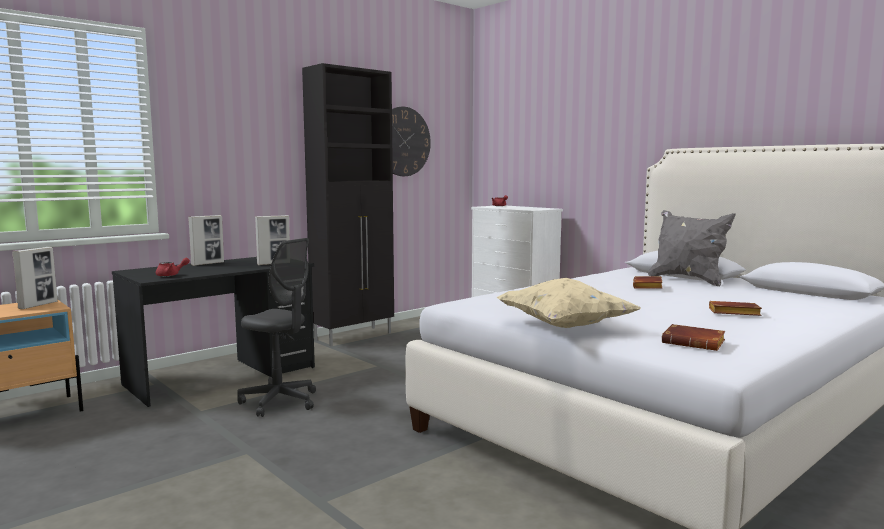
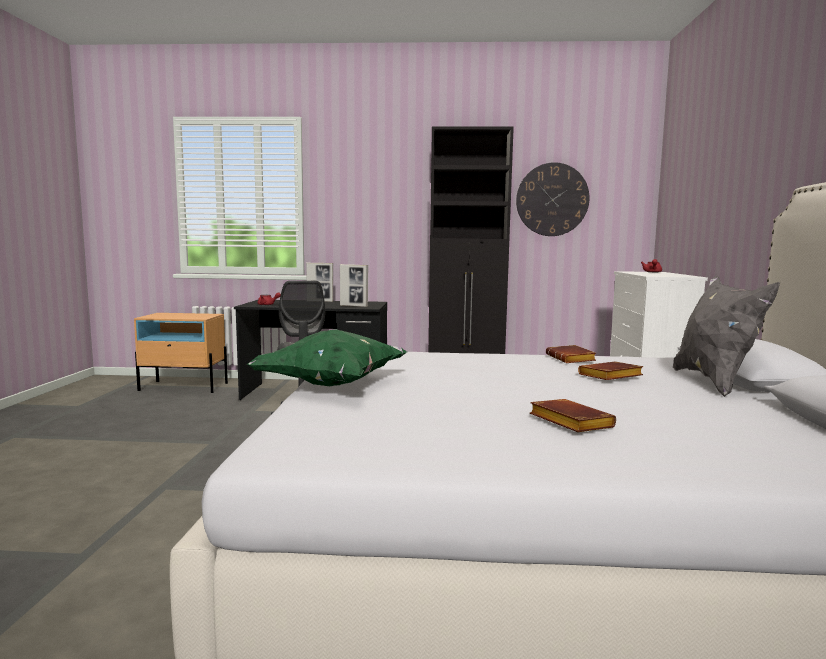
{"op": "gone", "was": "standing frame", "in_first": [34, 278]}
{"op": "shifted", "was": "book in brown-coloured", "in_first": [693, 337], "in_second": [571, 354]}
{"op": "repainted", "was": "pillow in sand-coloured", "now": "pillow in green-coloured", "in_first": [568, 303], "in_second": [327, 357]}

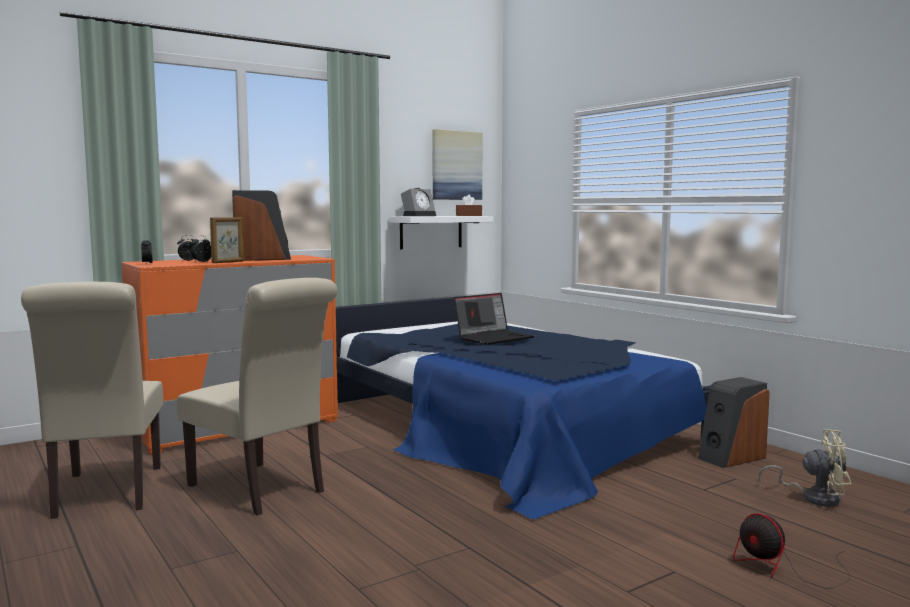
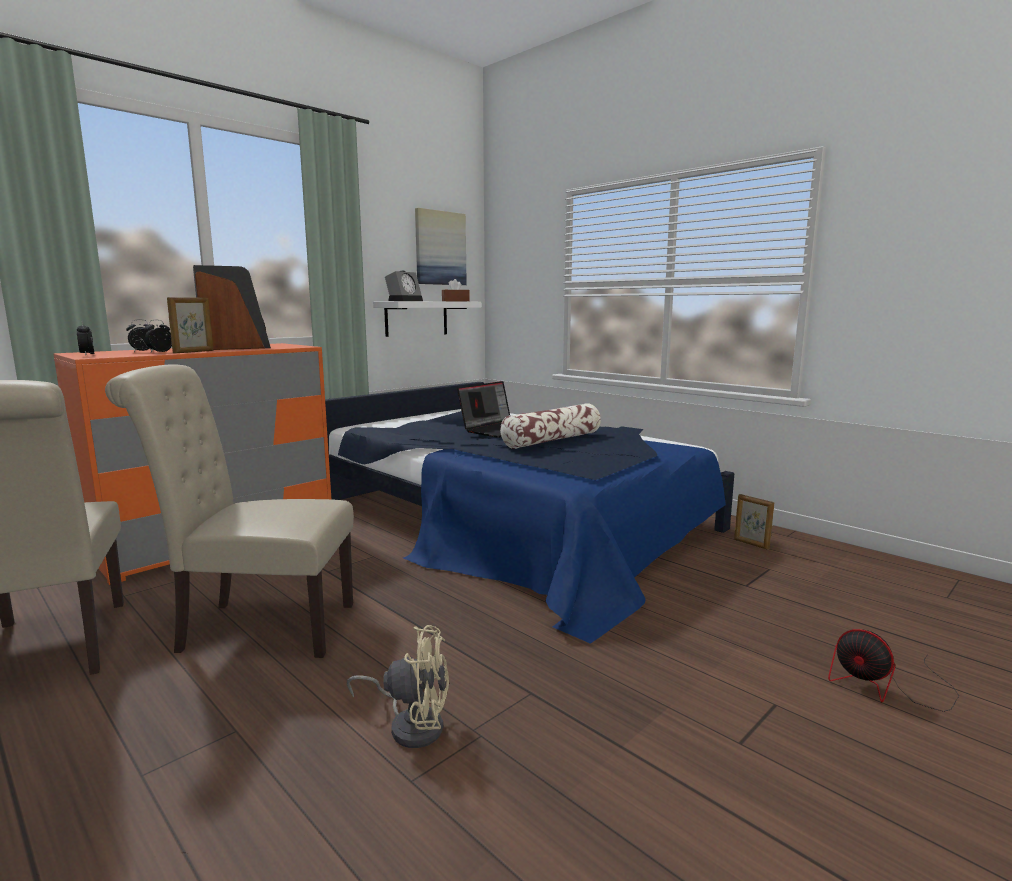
{"op": "new", "now": "pillow", "in_second": [550, 426]}
{"op": "shifted", "was": "cooling fan in sand-coloured", "in_first": [804, 467], "in_second": [397, 686]}
{"op": "swapped", "was": "loudspeaker", "now": "standing frame", "in_first": [734, 422], "in_second": [754, 522]}
{"op": "rotated", "was": "chair in sand-coloured", "in_first": [256, 397], "in_second": [229, 511], "clockwise": 150}

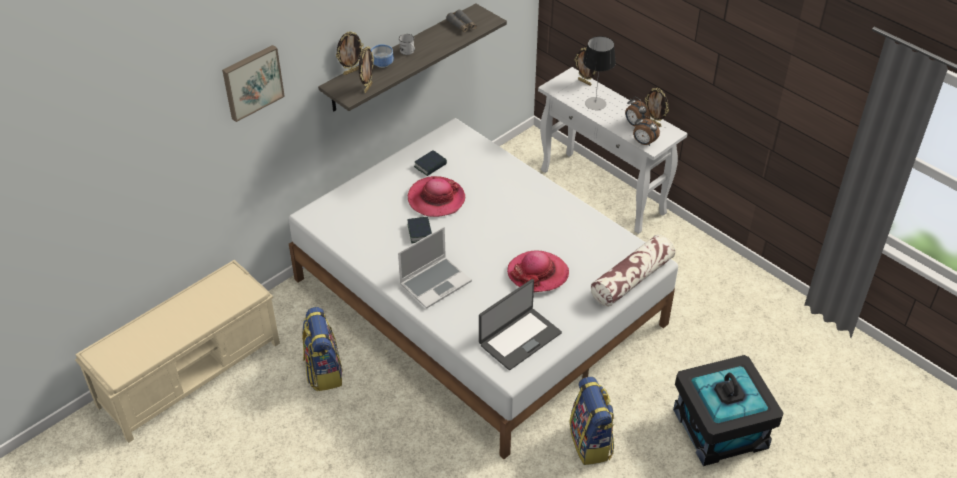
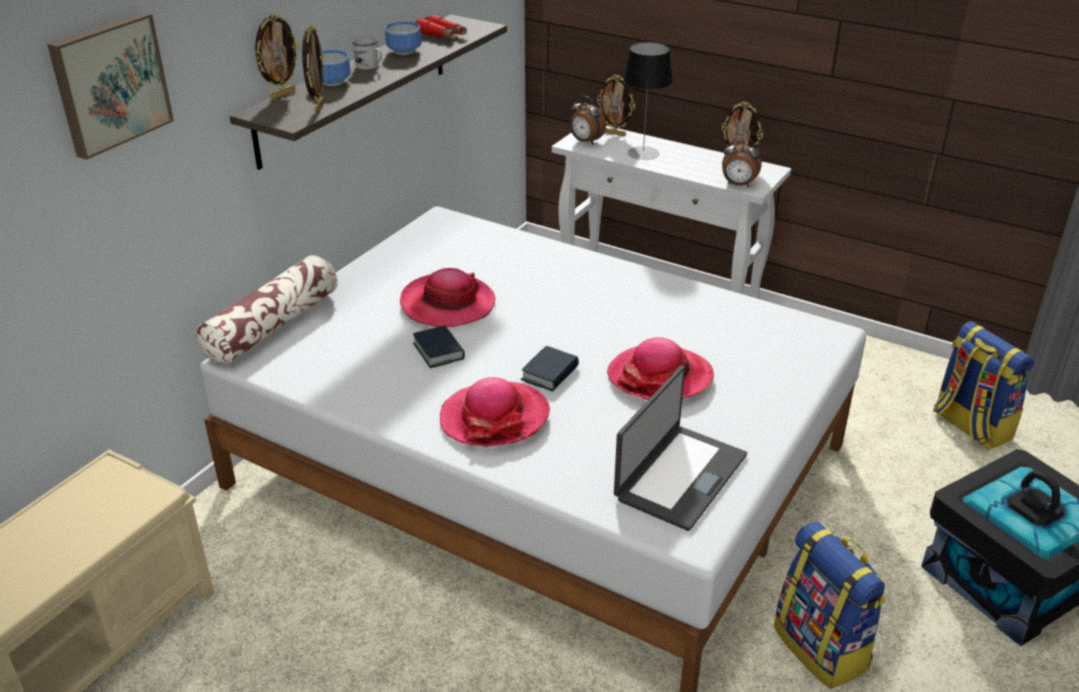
{"op": "new", "now": "serving bowl", "in_second": [403, 38]}
{"op": "shifted", "was": "backpack", "in_first": [322, 349], "in_second": [984, 385]}
{"op": "shifted", "was": "book", "in_first": [430, 163], "in_second": [550, 369]}
{"op": "shifted", "was": "pillow", "in_first": [633, 270], "in_second": [267, 309]}
{"op": "shifted", "was": "table clock", "in_first": [637, 111], "in_second": [587, 120]}
{"op": "swapped", "was": "laptop", "now": "hat", "in_first": [435, 268], "in_second": [495, 412]}
{"op": "repainted", "was": "pair of binoculars in gray", "now": "pair of binoculars in red-coloured", "in_first": [461, 21], "in_second": [441, 26]}

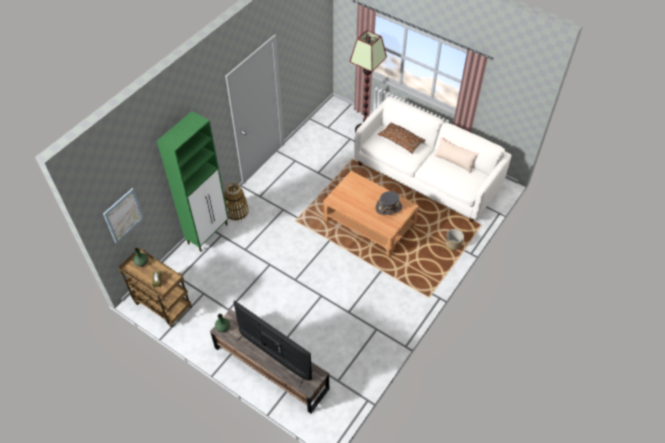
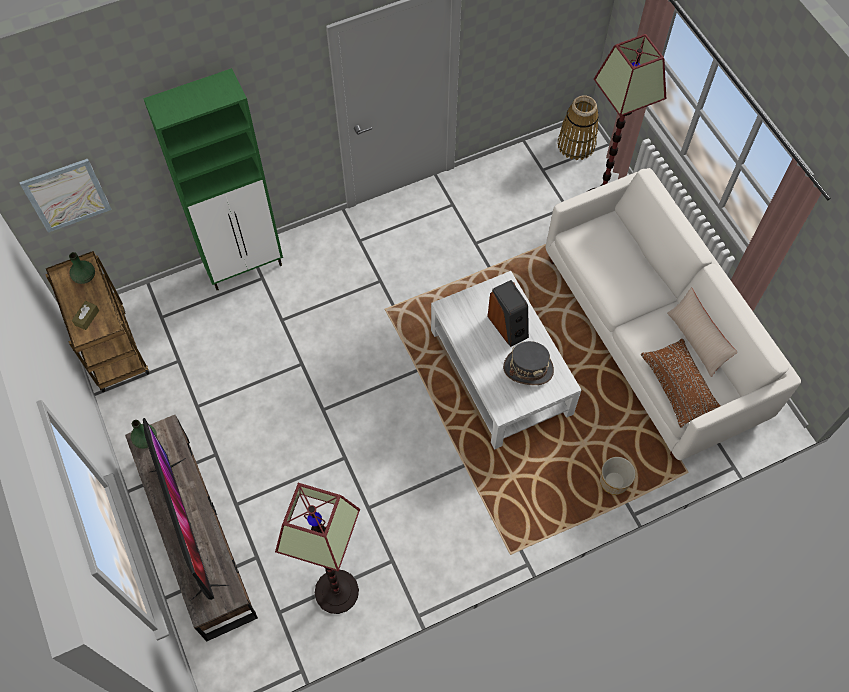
{"op": "new", "now": "floor lamp", "in_second": [317, 548]}
{"op": "new", "now": "loudspeaker", "in_second": [508, 313]}
{"op": "shifted", "was": "storage basket", "in_first": [236, 201], "in_second": [578, 128]}
{"op": "shifted", "was": "pillow in brown-coloured", "in_first": [401, 138], "in_second": [680, 383]}
{"op": "repainted", "was": "low table in brown-coloured", "now": "low table in white-coloured", "in_first": [371, 214], "in_second": [506, 360]}

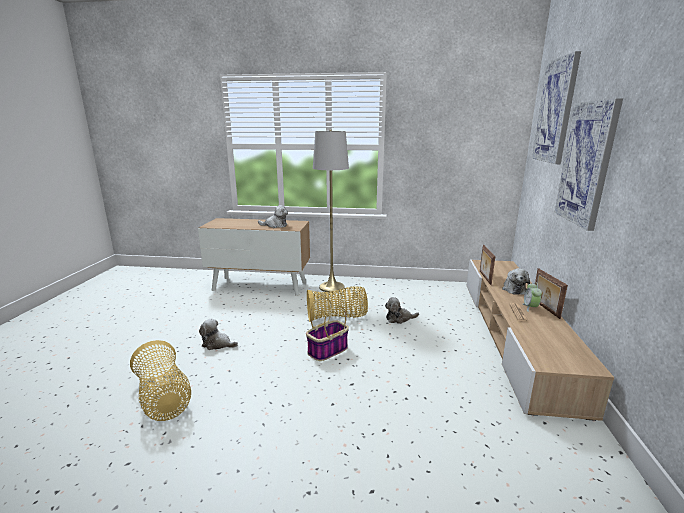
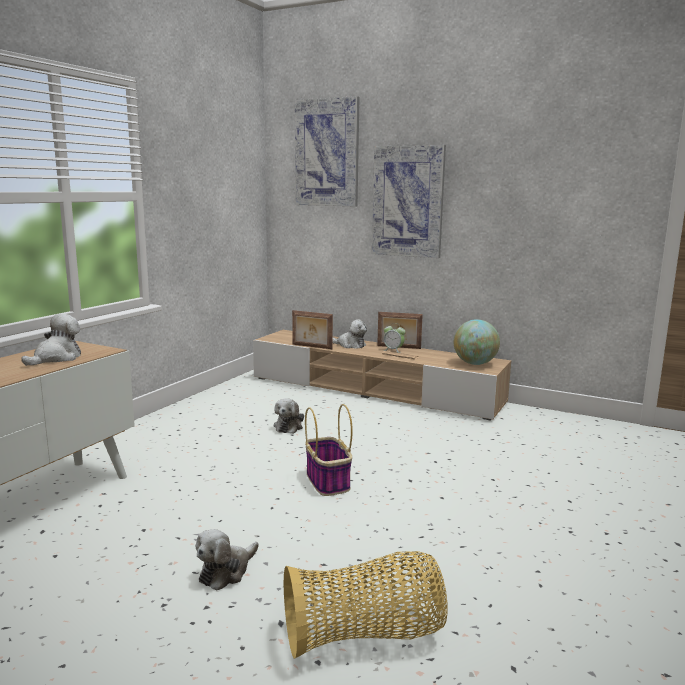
{"op": "gone", "was": "storage basket", "in_first": [337, 304]}
{"op": "gone", "was": "floor lamp in gray", "in_first": [331, 211]}
{"op": "new", "now": "globe", "in_second": [477, 342]}

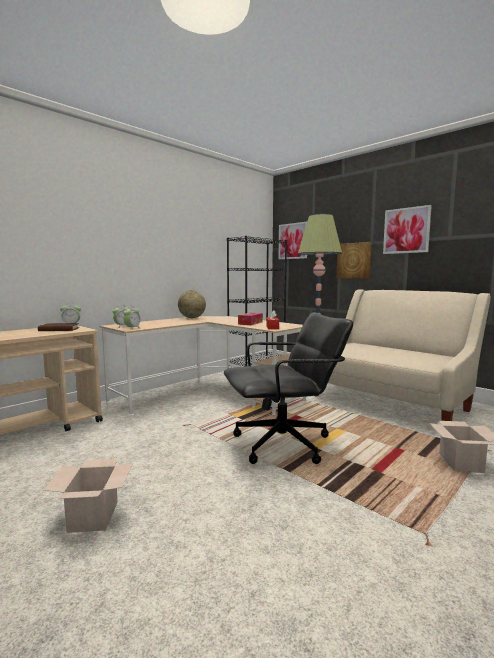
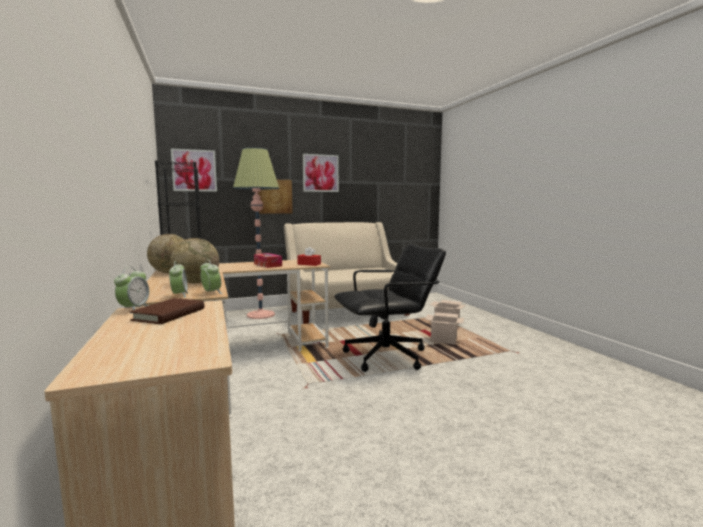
{"op": "new", "now": "globe", "in_second": [194, 260]}
{"op": "shifted", "was": "carton", "in_first": [88, 496], "in_second": [444, 328]}
{"op": "rotated", "was": "desk chair in black-coloured", "in_first": [288, 388], "in_second": [390, 308], "clockwise": 60}

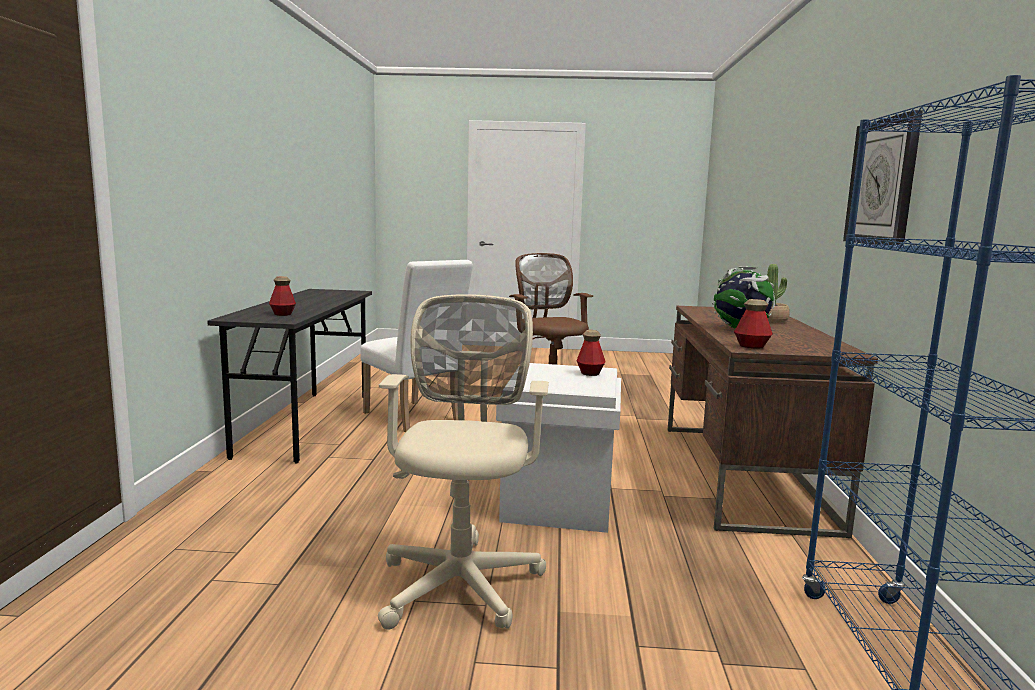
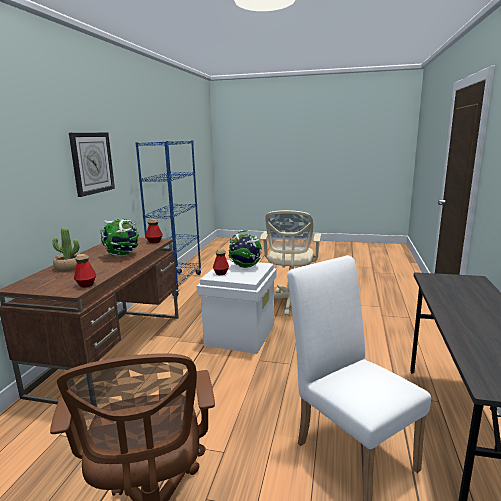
{"op": "new", "now": "globe", "in_second": [245, 249]}
{"op": "shifted", "was": "beverage bottle", "in_first": [282, 296], "in_second": [85, 271]}

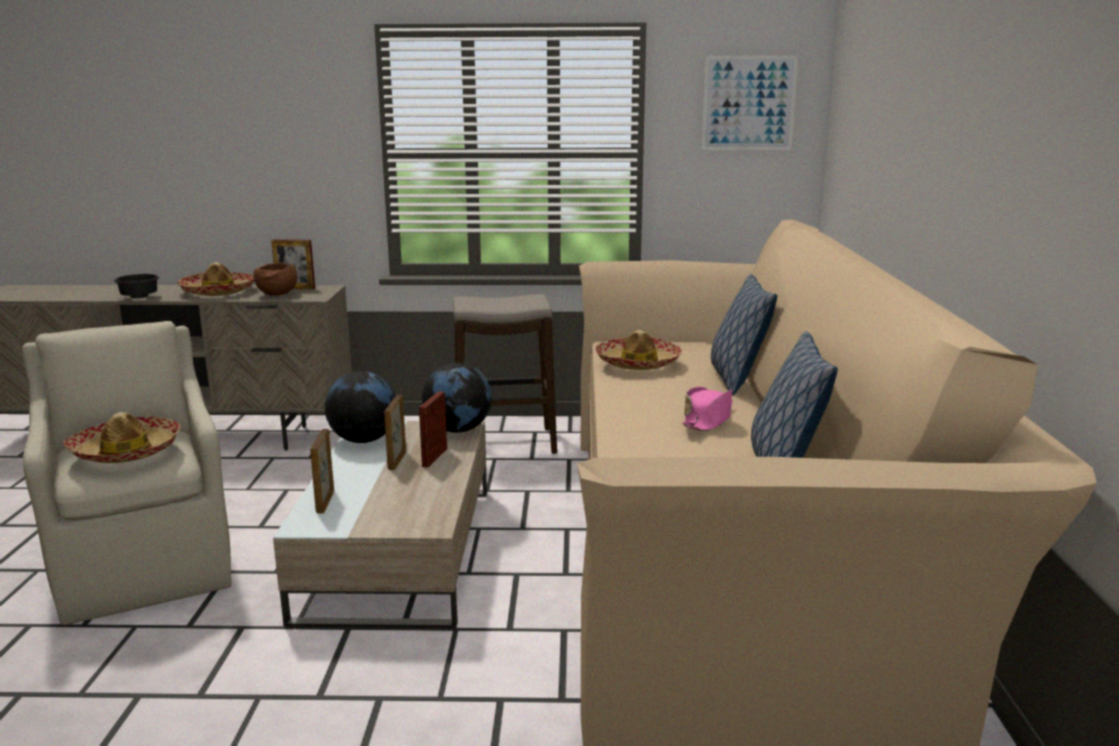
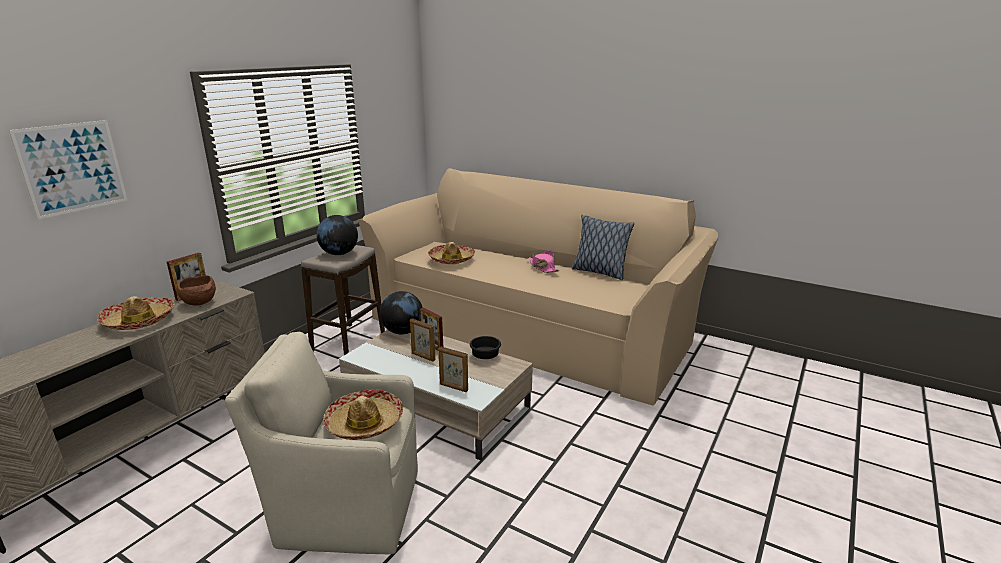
{"op": "gone", "was": "pillow", "in_first": [744, 334]}
{"op": "shifted", "was": "serving bowl in black-coloured", "in_first": [136, 286], "in_second": [485, 347]}
{"op": "shifted", "was": "globe", "in_first": [360, 407], "in_second": [337, 235]}
{"op": "shifted", "was": "wall picture", "in_first": [750, 102], "in_second": [68, 169]}

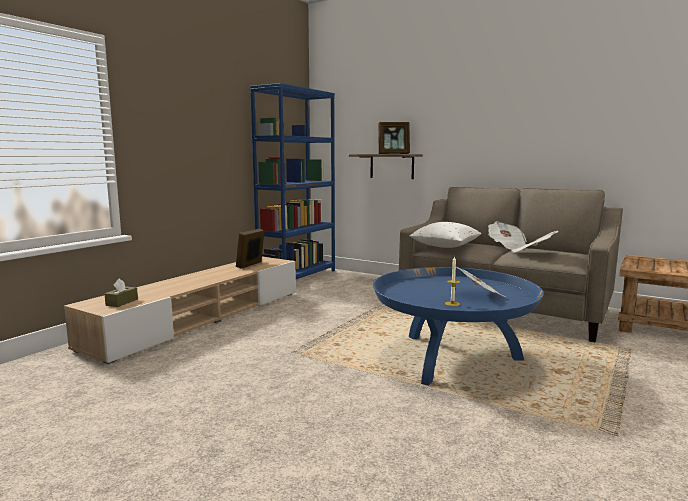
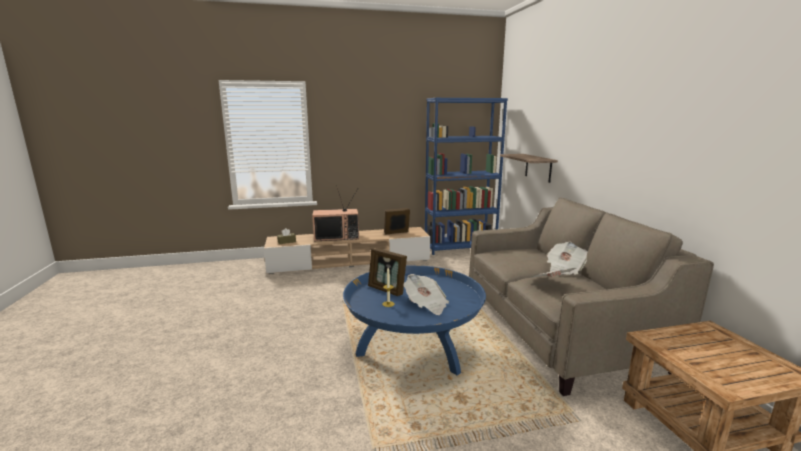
{"op": "gone", "was": "pillow in white-coloured", "in_first": [445, 235]}
{"op": "new", "now": "TV", "in_second": [335, 213]}
{"op": "shifted", "was": "standing frame", "in_first": [394, 138], "in_second": [387, 272]}

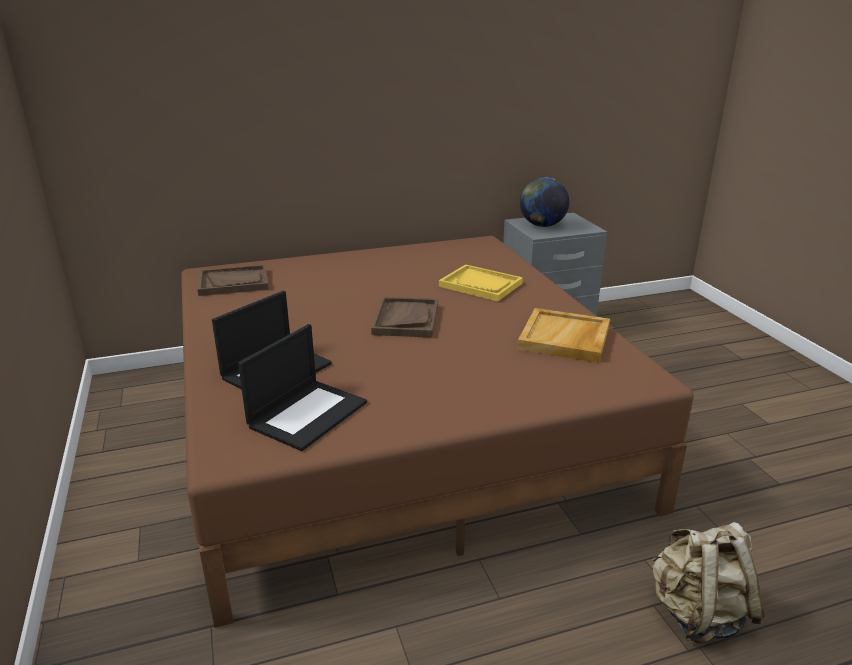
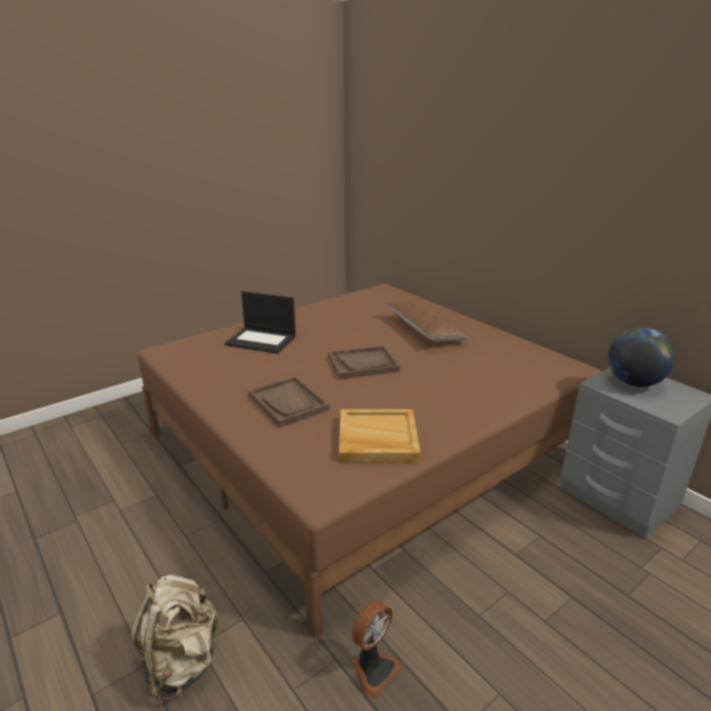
{"op": "gone", "was": "laptop", "in_first": [302, 387]}
{"op": "gone", "was": "carrying tray in yellowish", "in_first": [481, 282]}
{"op": "new", "now": "cooling fan", "in_second": [377, 649]}
{"op": "new", "now": "pillow in brown-coloured", "in_second": [429, 321]}
{"op": "shifted", "was": "carrying tray in brown-coloured", "in_first": [232, 280], "in_second": [288, 401]}

